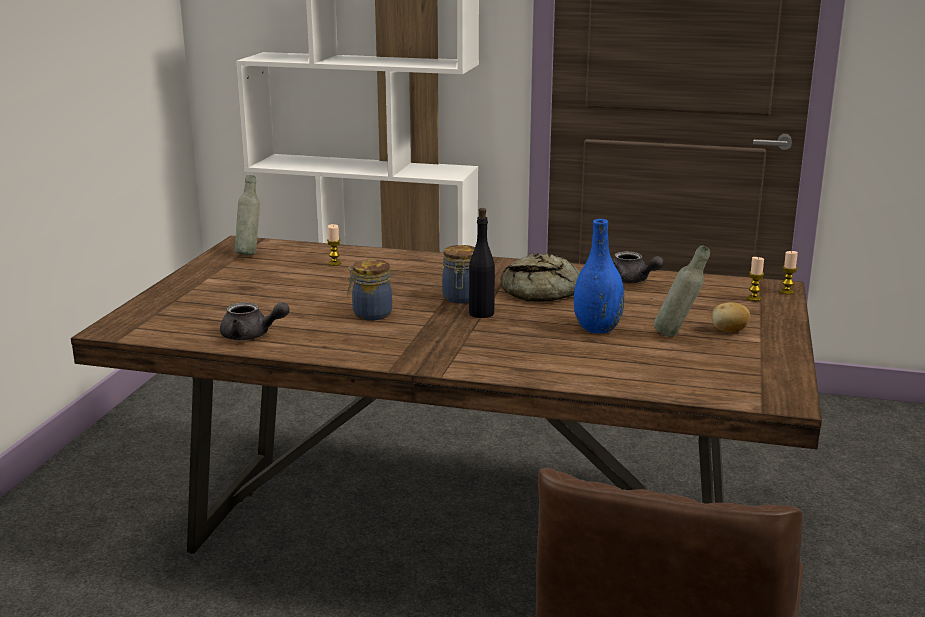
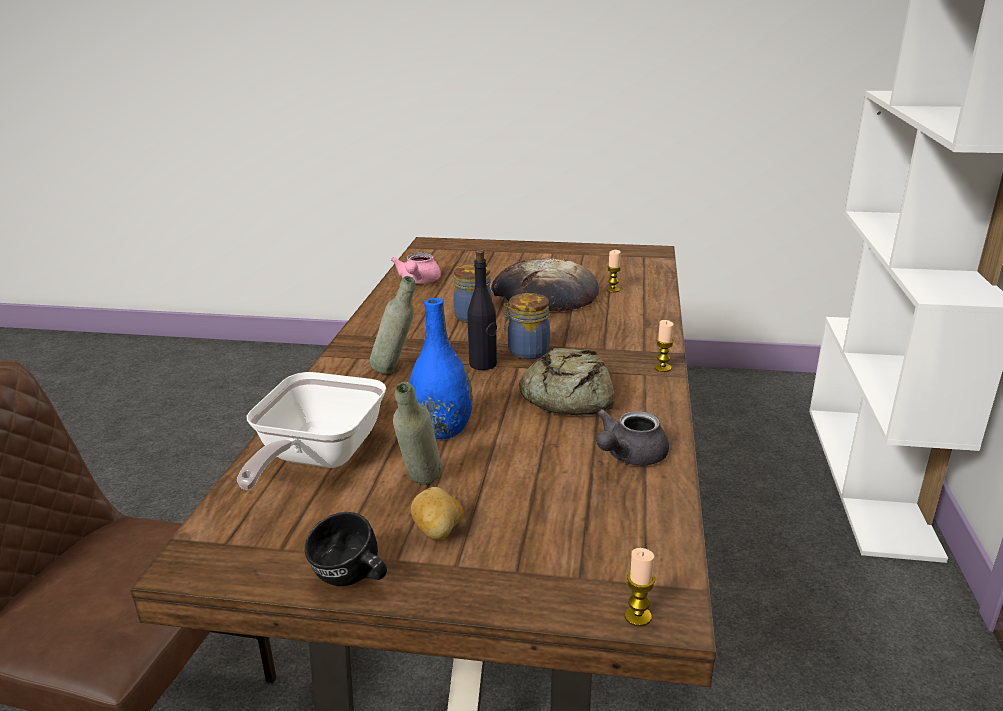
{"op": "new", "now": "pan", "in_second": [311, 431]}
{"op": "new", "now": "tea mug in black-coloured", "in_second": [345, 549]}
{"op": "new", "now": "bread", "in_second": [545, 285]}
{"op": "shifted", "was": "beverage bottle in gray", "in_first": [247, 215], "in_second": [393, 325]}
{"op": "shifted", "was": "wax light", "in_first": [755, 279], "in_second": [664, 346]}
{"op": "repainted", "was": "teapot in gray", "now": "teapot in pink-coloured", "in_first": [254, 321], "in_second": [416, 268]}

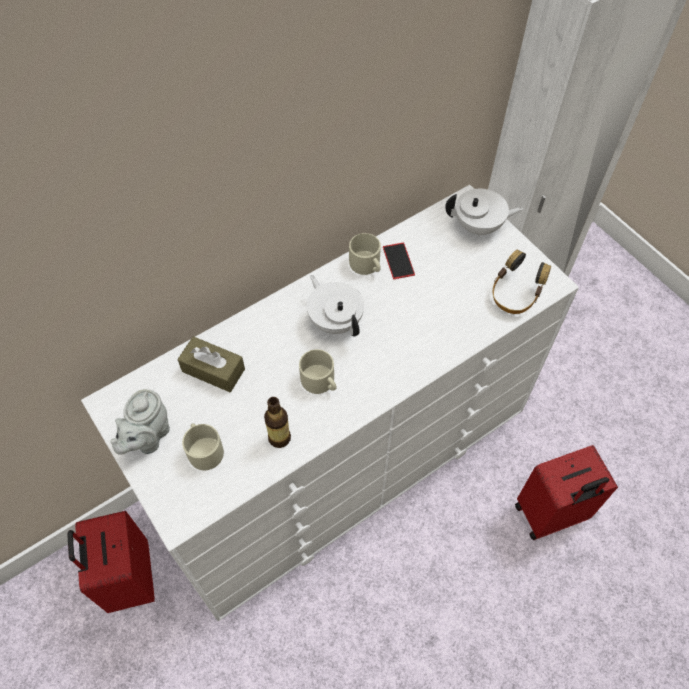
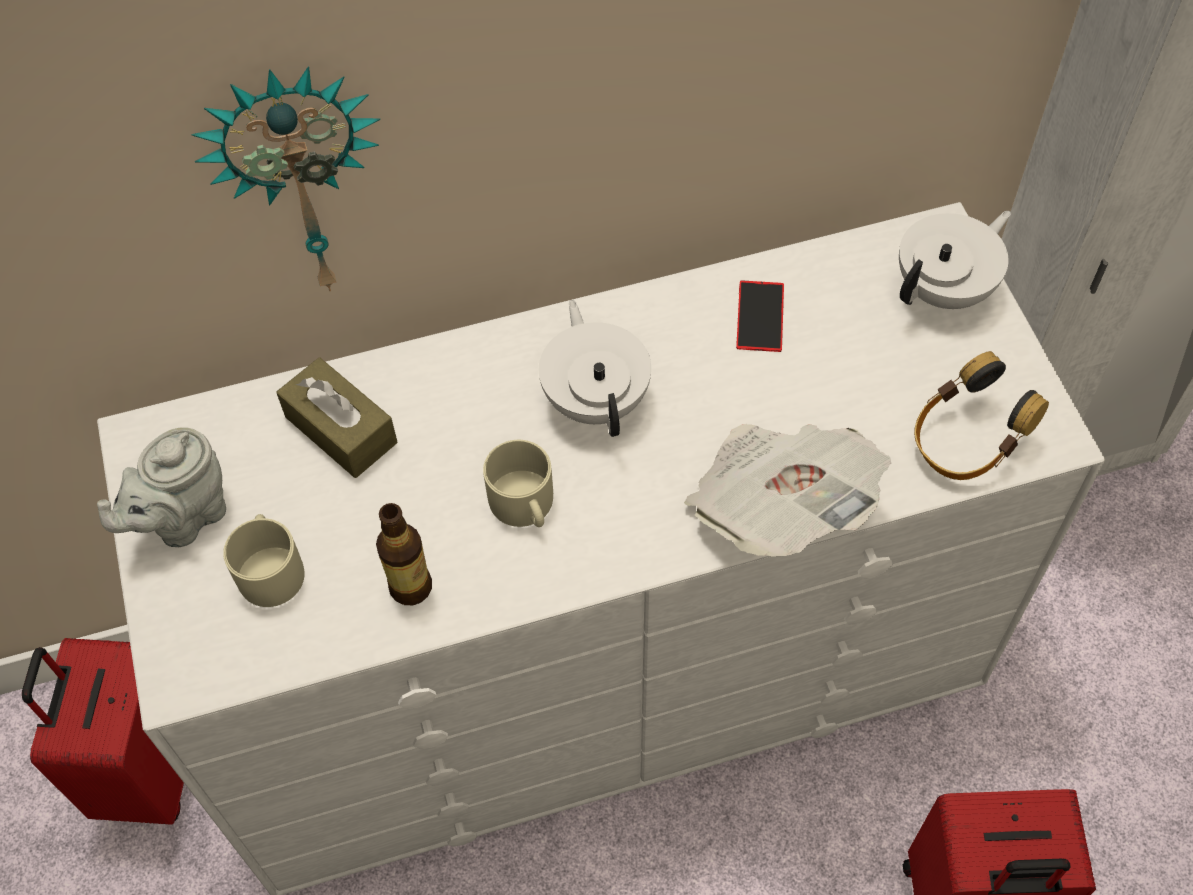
{"op": "gone", "was": "tea mug in sand-coloured", "in_first": [365, 254]}
{"op": "new", "now": "wall clock", "in_second": [286, 179]}
{"op": "new", "now": "newspaper", "in_second": [787, 490]}
{"op": "rotated", "was": "teapot in white-coloured", "in_first": [484, 213], "in_second": [955, 260], "clockwise": -60}

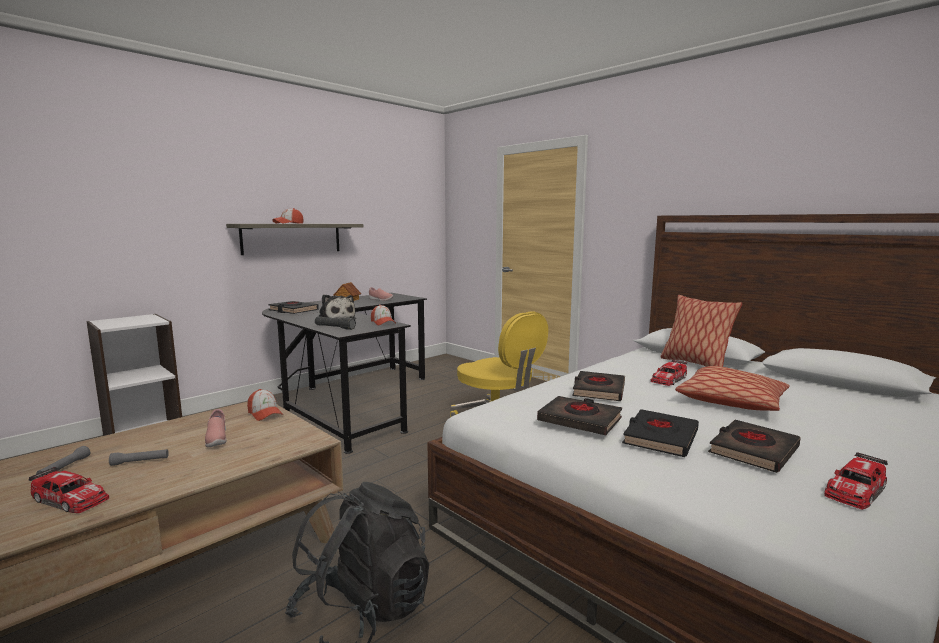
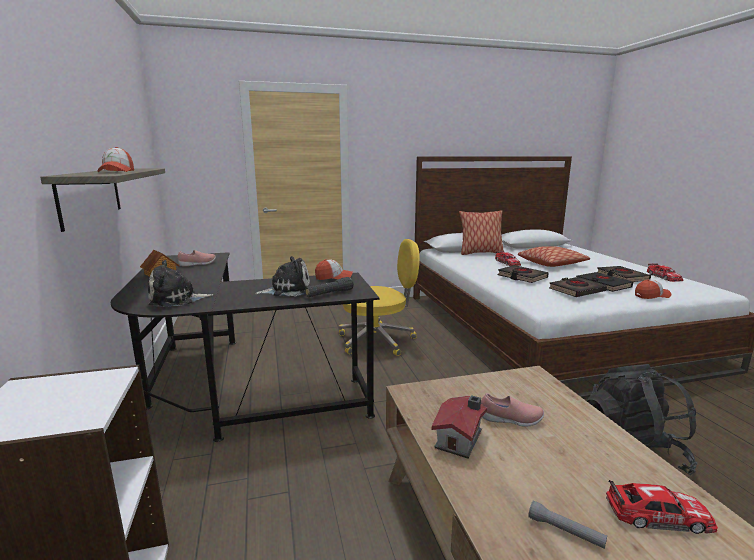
{"op": "gone", "was": "hand torch in gray", "in_first": [139, 457]}
{"op": "new", "now": "model house", "in_second": [459, 426]}
{"op": "shifted", "was": "baseball cap", "in_first": [265, 405], "in_second": [653, 289]}
{"op": "swapped", "was": "book in black-coloured", "now": "plush toy", "in_first": [293, 307], "in_second": [180, 283]}
{"op": "rotated", "was": "miniature car", "in_first": [68, 490], "in_second": [662, 507], "clockwise": 45}

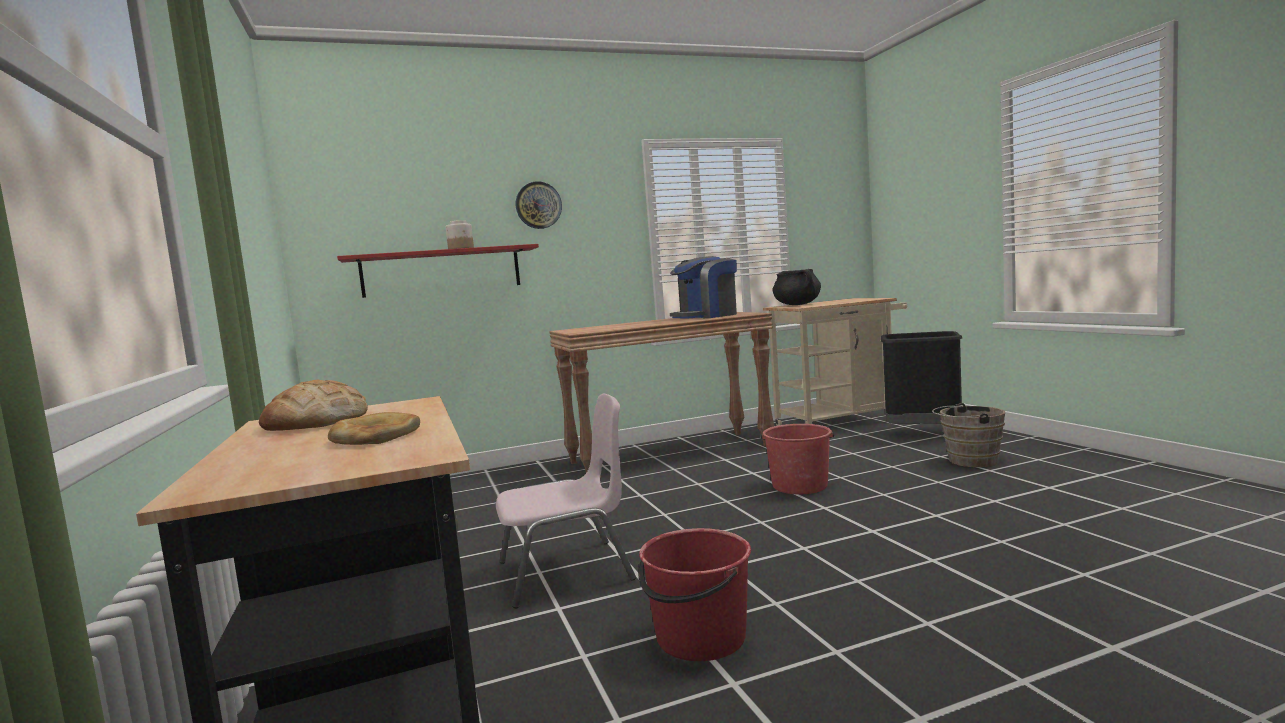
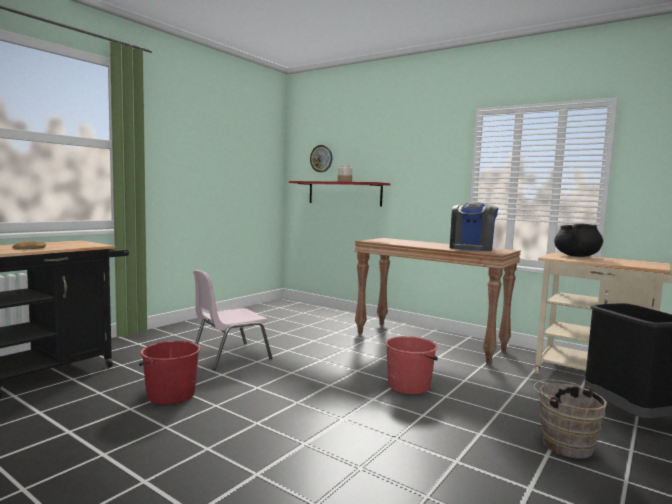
{"op": "gone", "was": "bread", "in_first": [313, 405]}
{"op": "shifted", "was": "wall clock", "in_first": [539, 205], "in_second": [321, 158]}
{"op": "rotated", "was": "chair in pink-coloured", "in_first": [566, 501], "in_second": [232, 320], "clockwise": 105}
{"op": "rotated", "was": "coffee maker", "in_first": [703, 287], "in_second": [474, 226], "clockwise": -90}

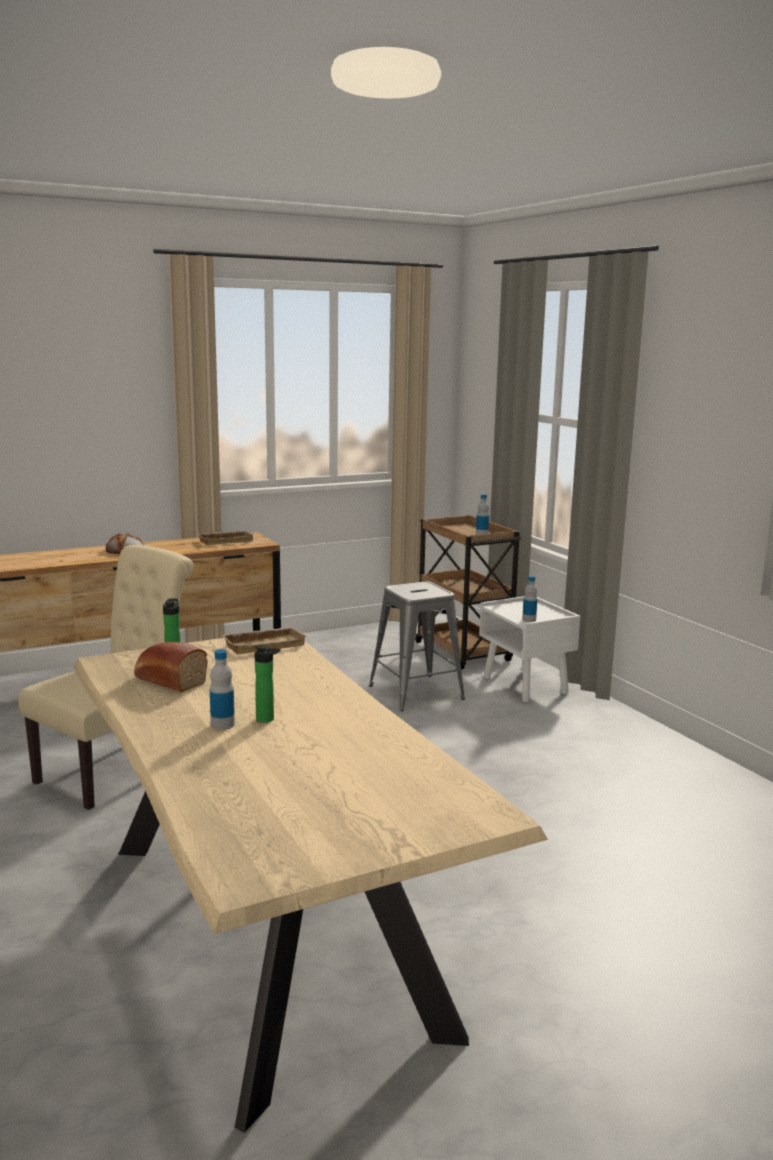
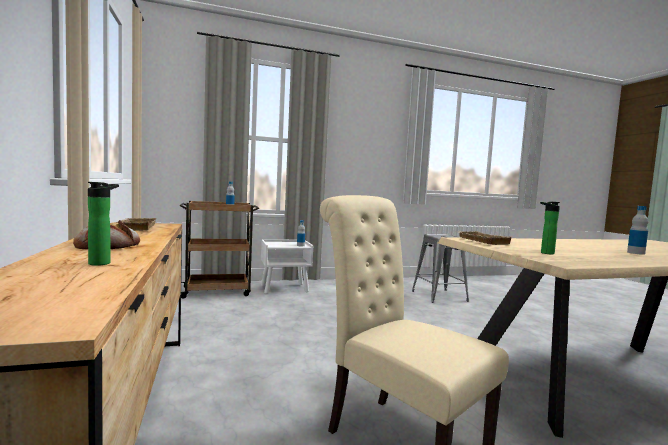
{"op": "gone", "was": "bread", "in_first": [171, 667]}
{"op": "shifted", "was": "beverage bottle", "in_first": [267, 684], "in_second": [103, 224]}
{"op": "shifted", "was": "stool in gray", "in_first": [417, 646], "in_second": [440, 268]}

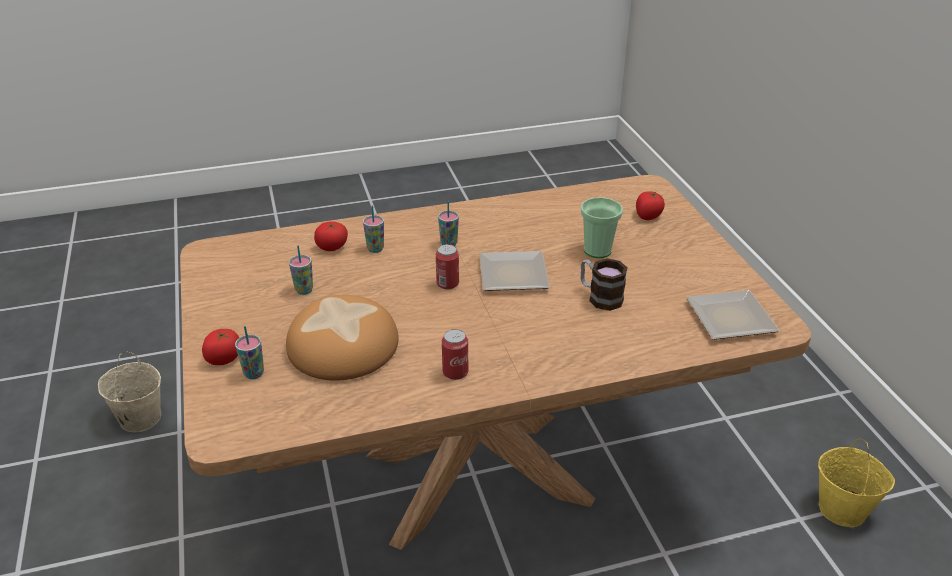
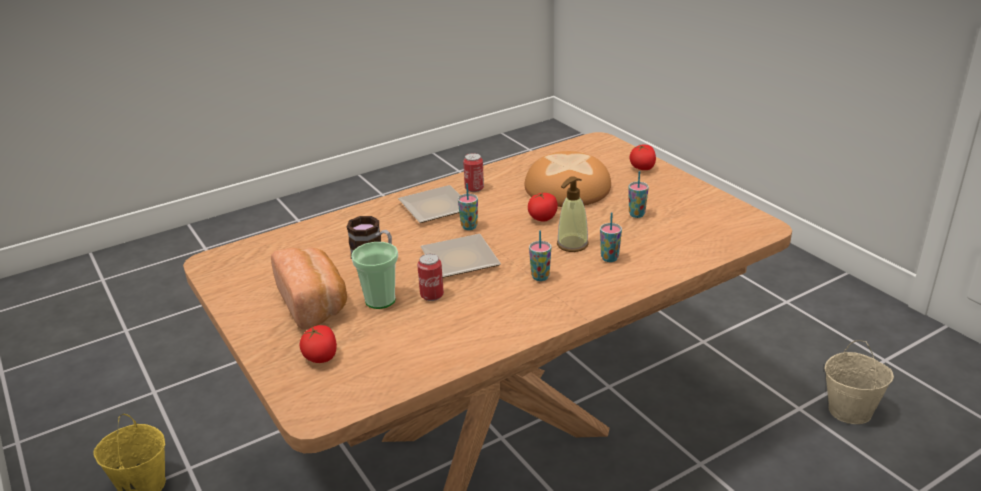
{"op": "new", "now": "bread", "in_second": [309, 288]}
{"op": "new", "now": "soap bottle", "in_second": [573, 214]}
{"op": "shifted", "was": "cup", "in_first": [249, 352], "in_second": [468, 206]}
{"op": "shifted", "was": "tomato", "in_first": [331, 236], "in_second": [543, 207]}
{"op": "shifted", "was": "sealed can", "in_first": [447, 267], "in_second": [430, 277]}
{"op": "shifted", "was": "plate", "in_first": [733, 315], "in_second": [429, 204]}

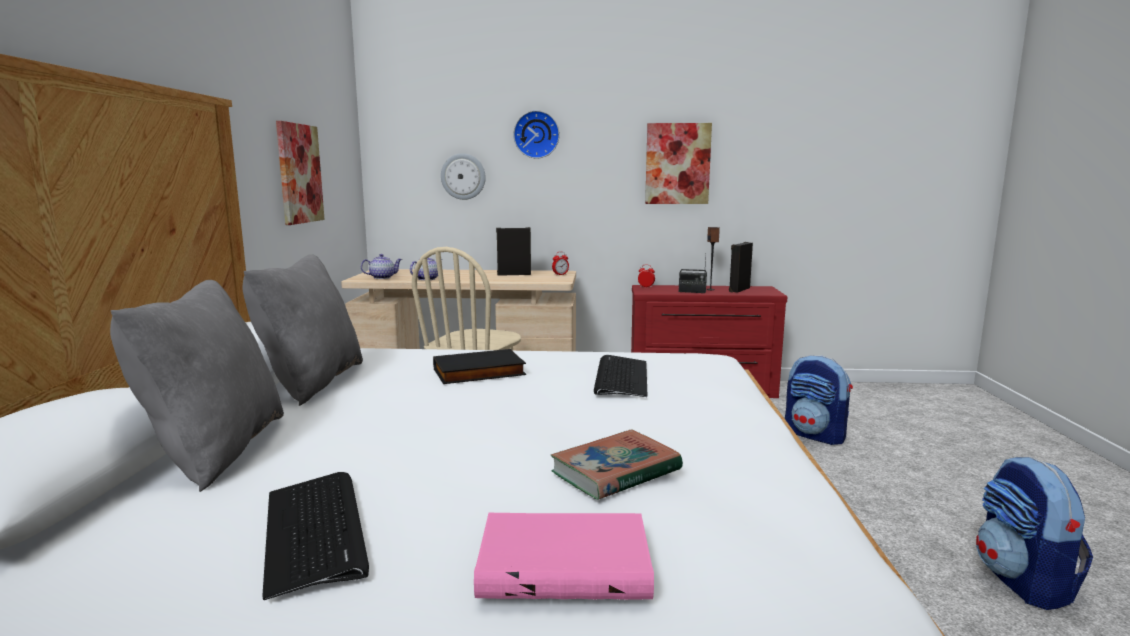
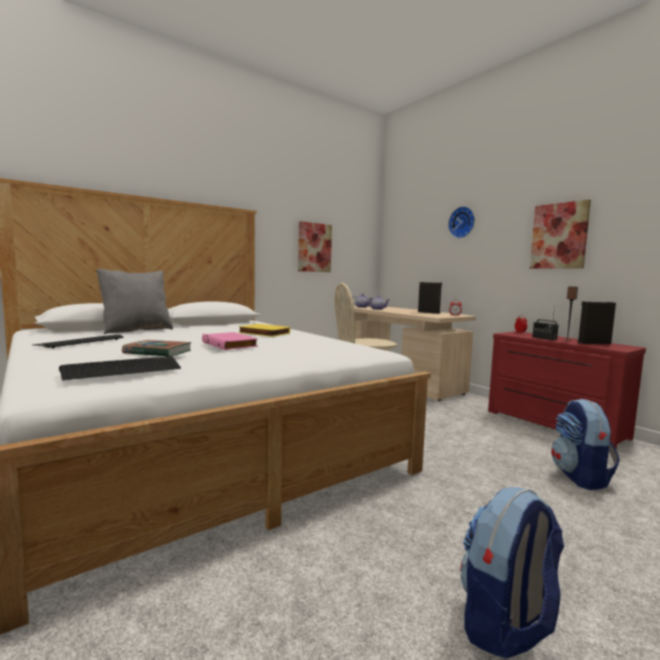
{"op": "gone", "was": "pillow in gray", "in_first": [303, 330]}
{"op": "gone", "was": "wall clock", "in_first": [463, 176]}
{"op": "shifted", "was": "book in pink-coloured", "in_first": [564, 556], "in_second": [230, 341]}
{"op": "shifted", "was": "computer keyboard", "in_first": [620, 376], "in_second": [120, 368]}
{"op": "repainted", "was": "book in black-coloured", "now": "book in yellowish", "in_first": [479, 366], "in_second": [264, 330]}

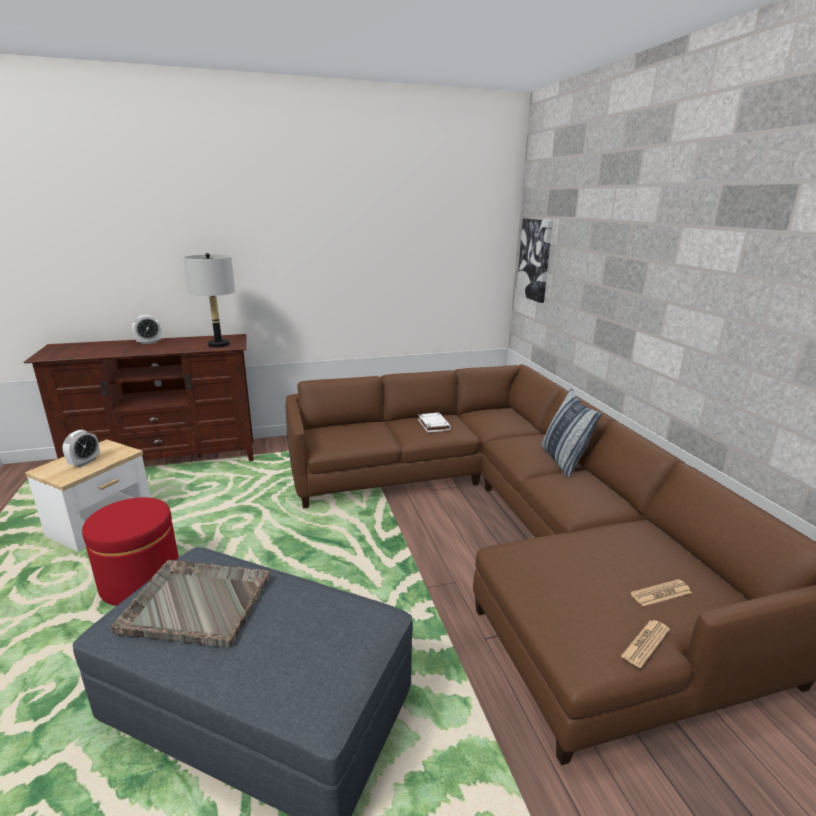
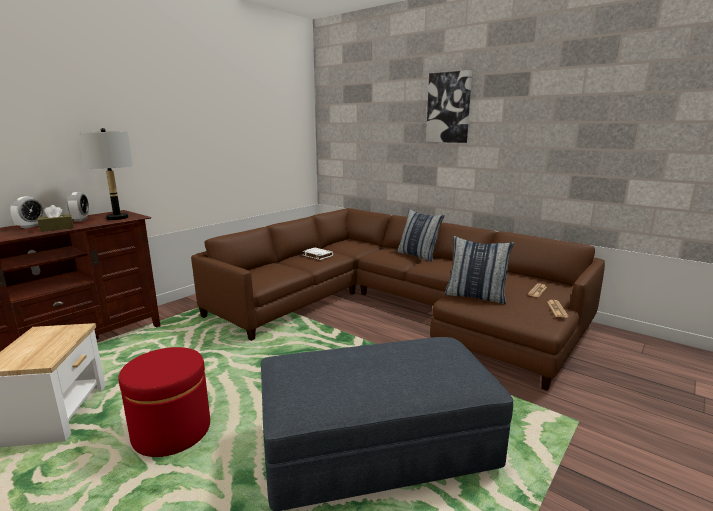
{"op": "gone", "was": "carrying tray in gray", "in_first": [190, 604]}
{"op": "new", "now": "box of tissues in brown-coloured", "in_second": [56, 218]}
{"op": "new", "now": "pillow", "in_second": [479, 270]}
{"op": "shifted", "was": "table clock", "in_first": [81, 448], "in_second": [78, 207]}
{"op": "shifted", "was": "wall picture", "in_first": [534, 260], "in_second": [449, 106]}

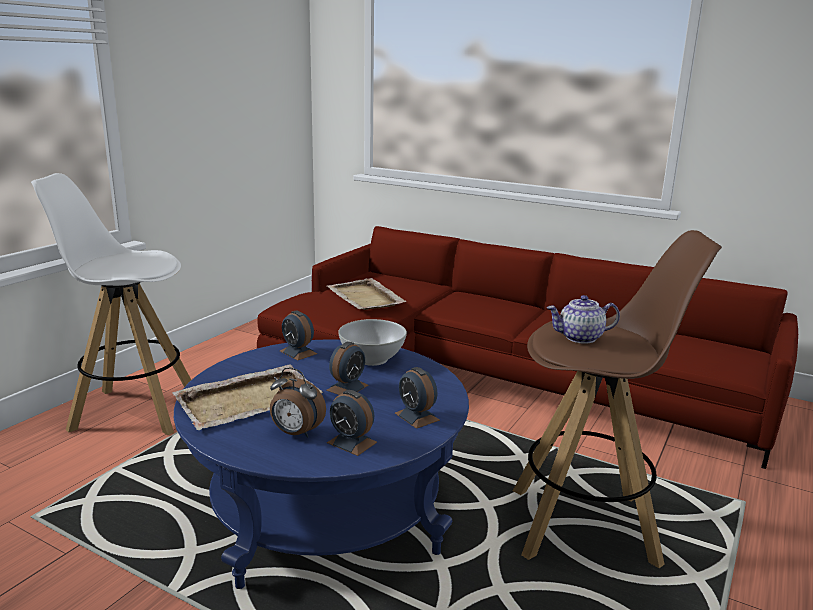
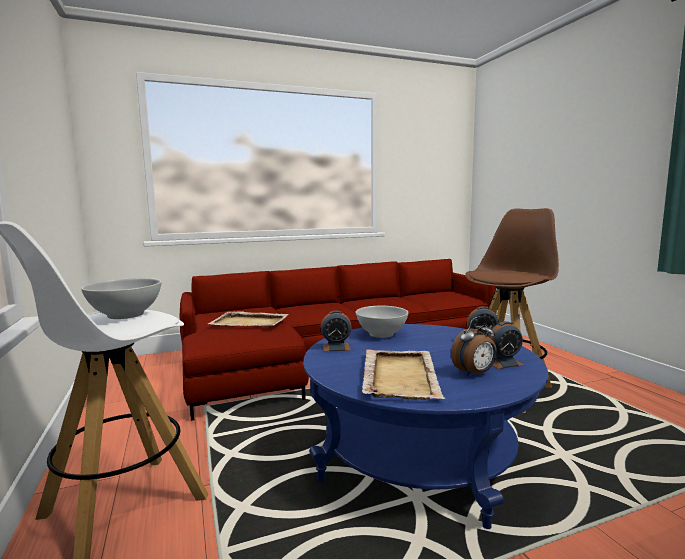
{"op": "gone", "was": "table clock", "in_first": [347, 368]}
{"op": "gone", "was": "teapot", "in_first": [583, 319]}
{"op": "new", "now": "serving bowl in white-coloured", "in_second": [121, 298]}

